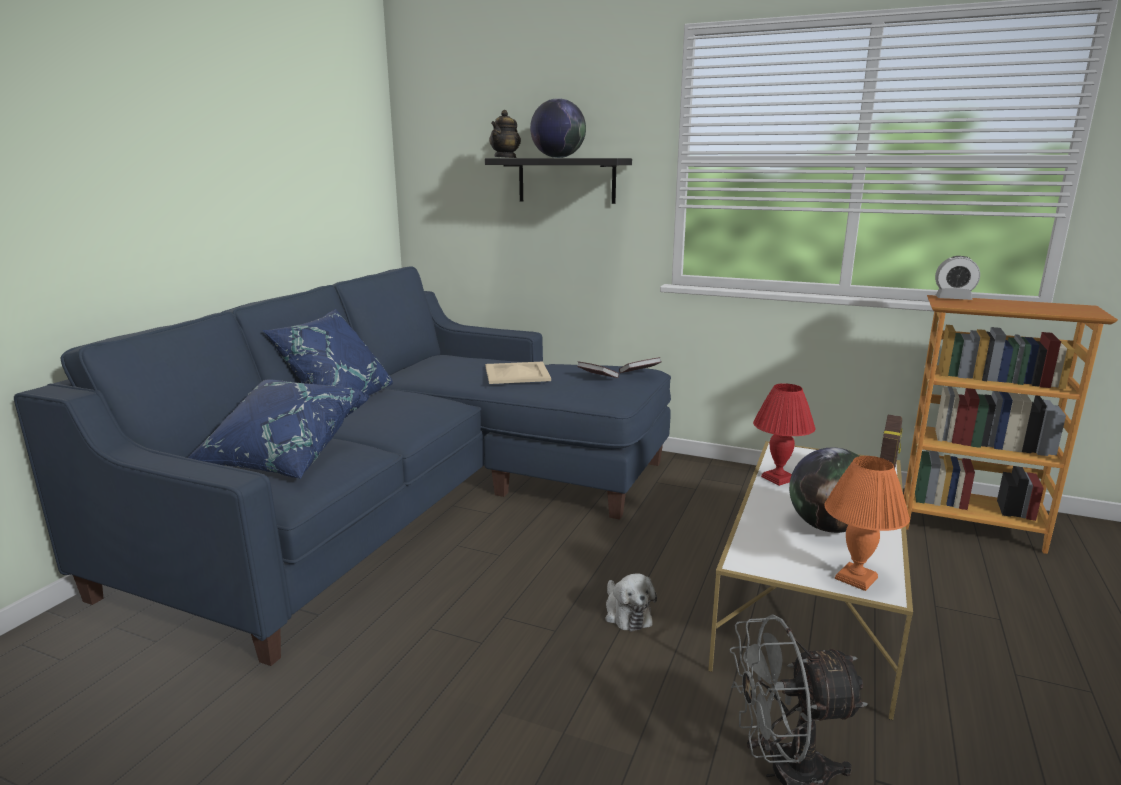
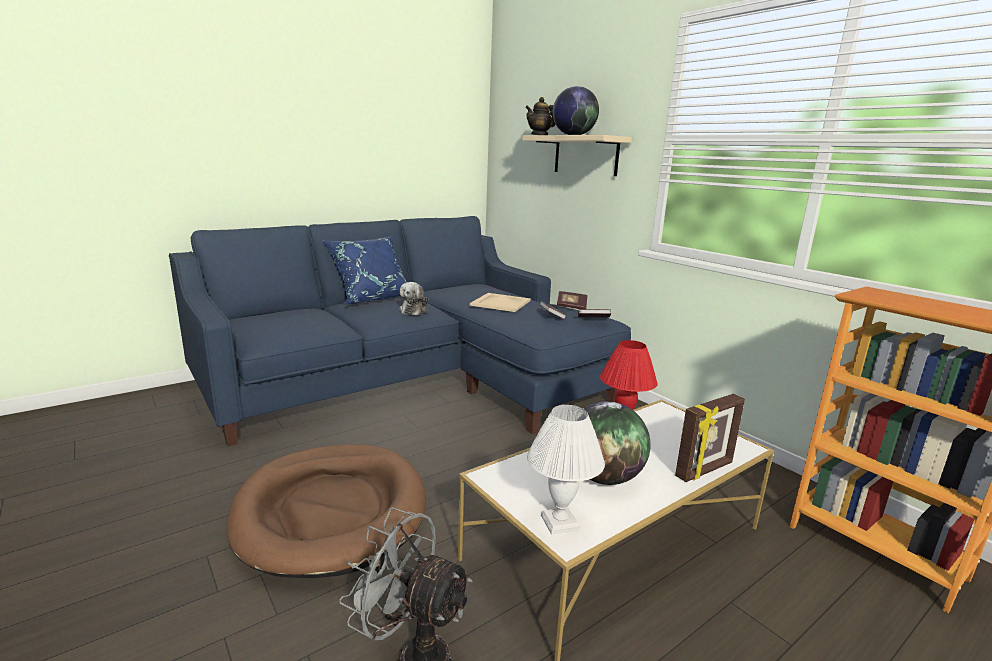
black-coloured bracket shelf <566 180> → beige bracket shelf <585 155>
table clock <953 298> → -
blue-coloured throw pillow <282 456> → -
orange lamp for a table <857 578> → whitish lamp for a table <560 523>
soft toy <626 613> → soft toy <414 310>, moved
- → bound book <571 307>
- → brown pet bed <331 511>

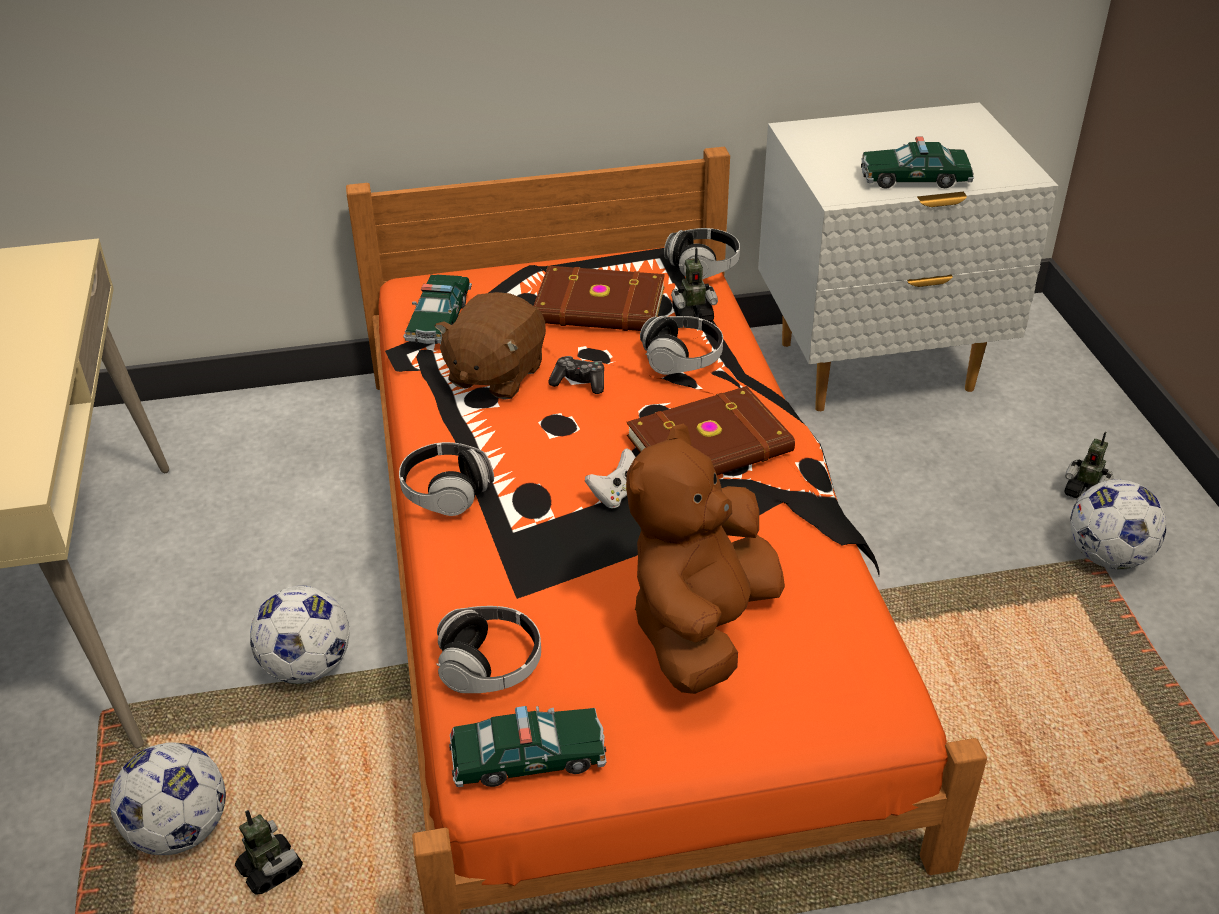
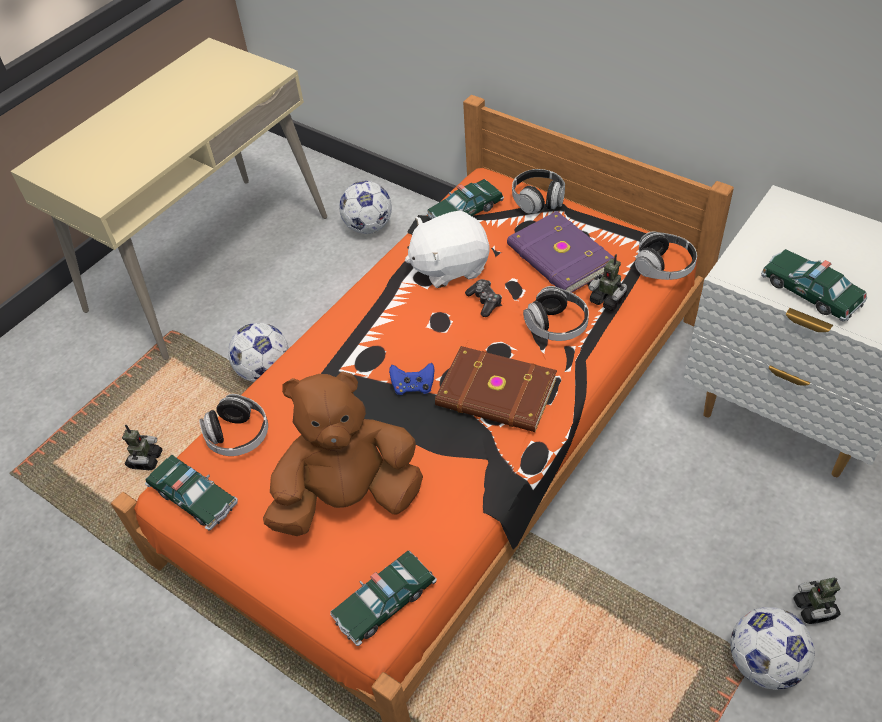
brown bound book <600 307> → purplish bound book <559 258>
brown soft toy <495 374> → whitish soft toy <449 266>
headset <446 492> → headset <538 200>, moved
whitish gamepad <617 494> → blue-coloured gamepad <413 387>
football <180 830> → football <368 226>, moved
- → model car <384 602>

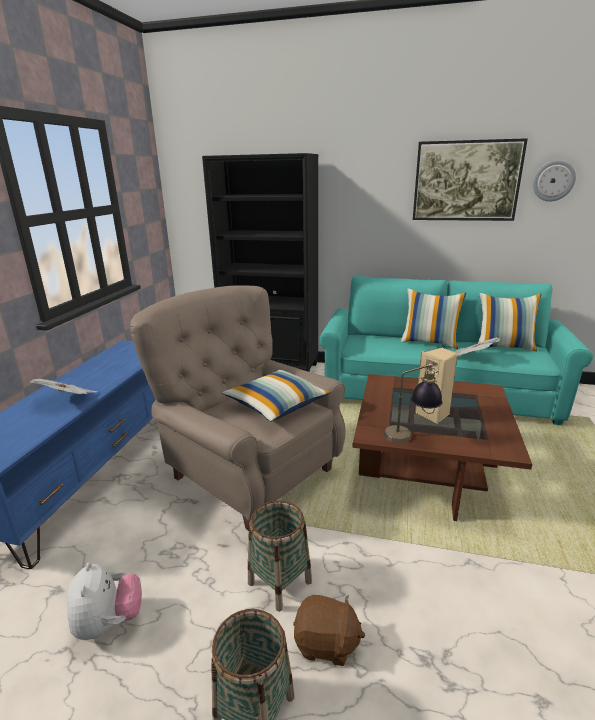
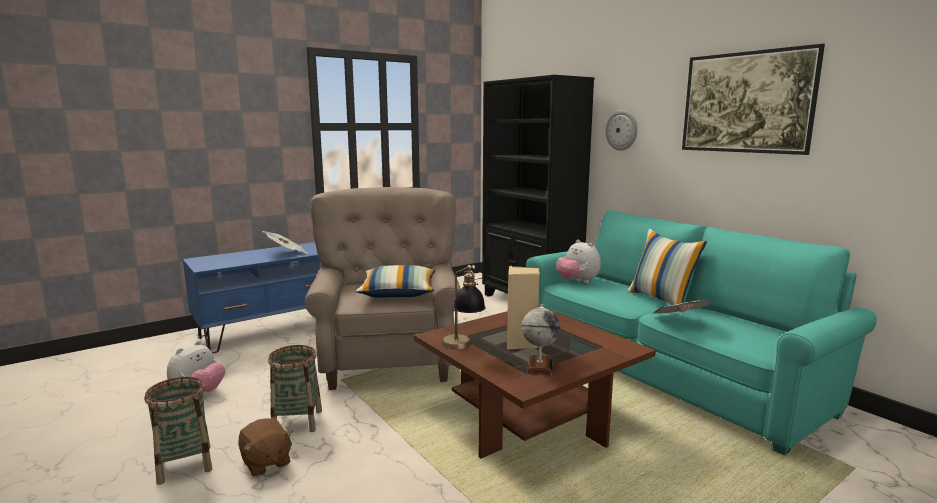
wall clock <553 180> → wall clock <622 130>, moved
throw pillow <504 347> → -
- → soft toy <577 282>
- → world globe <539 366>

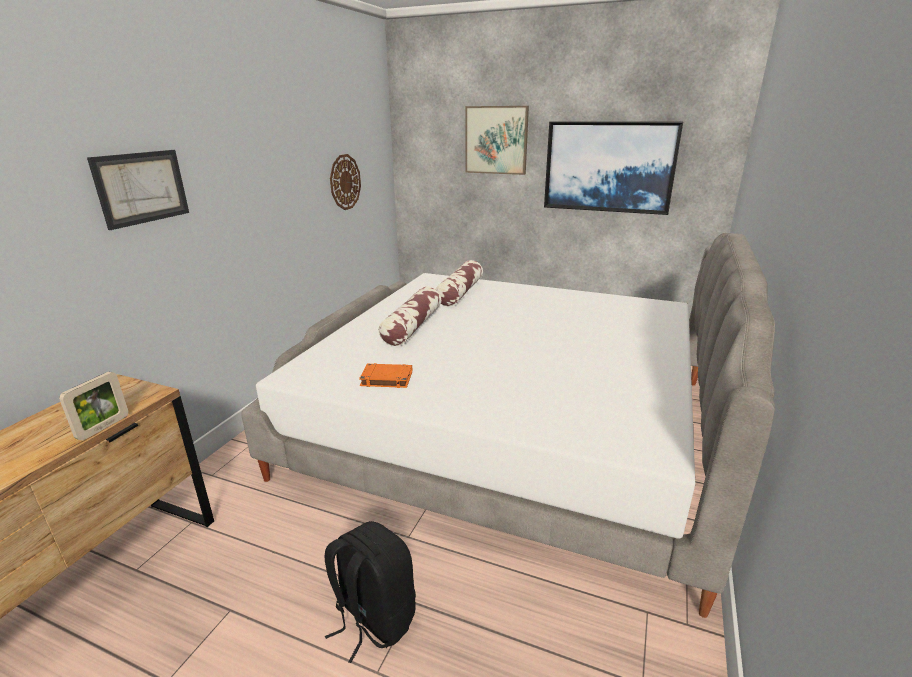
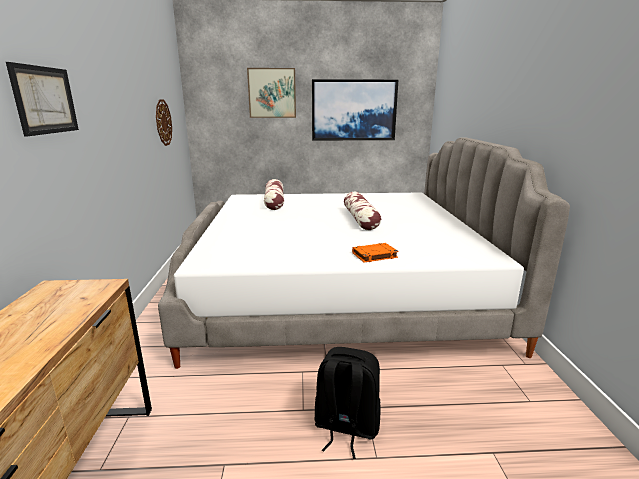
throw pillow <412 327> → throw pillow <360 219>, moved
orange bound book <386 379> → orange bound book <374 255>, moved
photo frame <103 427> → -

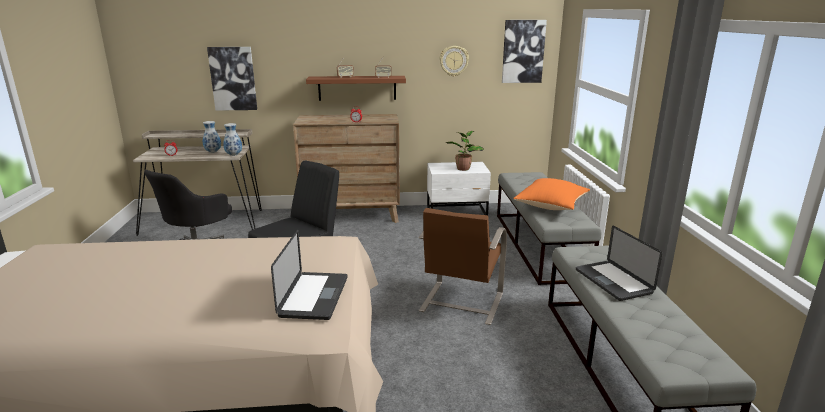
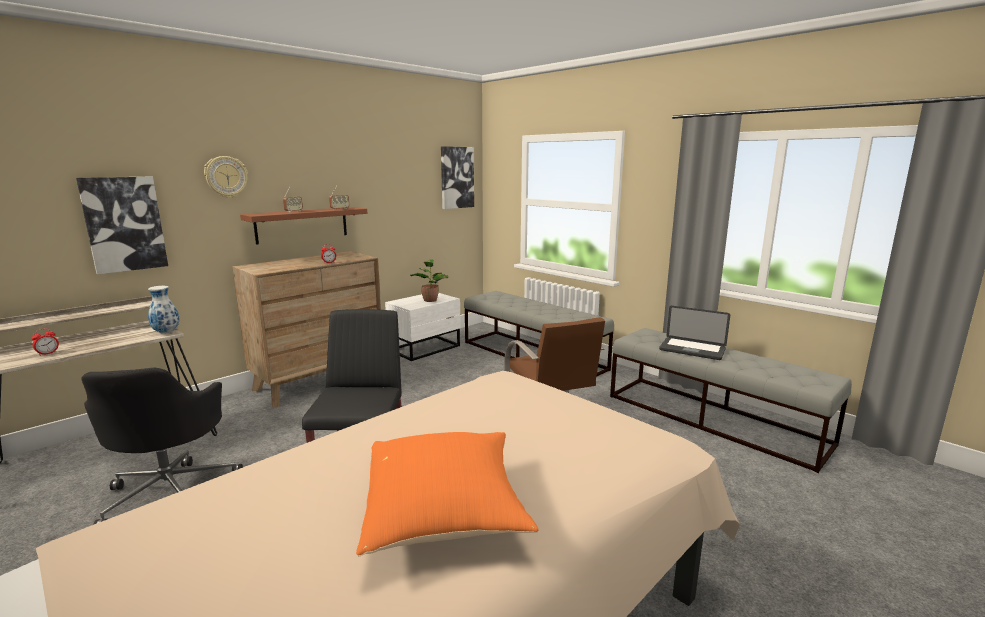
wall clock <454 61> → wall clock <226 177>, moved
decorative vase <213 152> → -
orange throw pillow <551 207> → orange throw pillow <445 514>, moved
laptop <314 296> → -

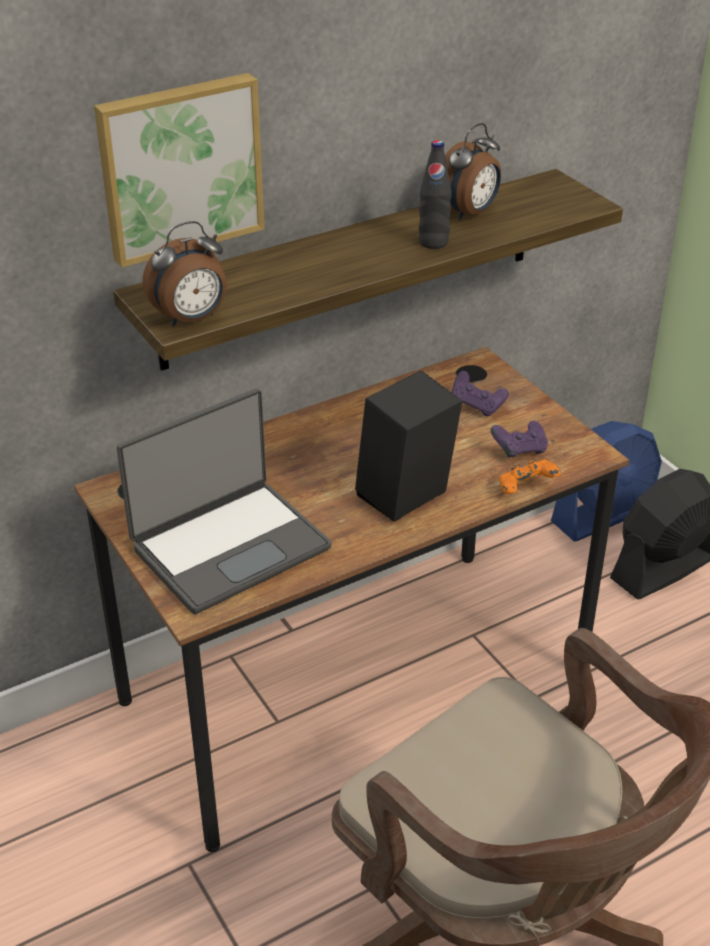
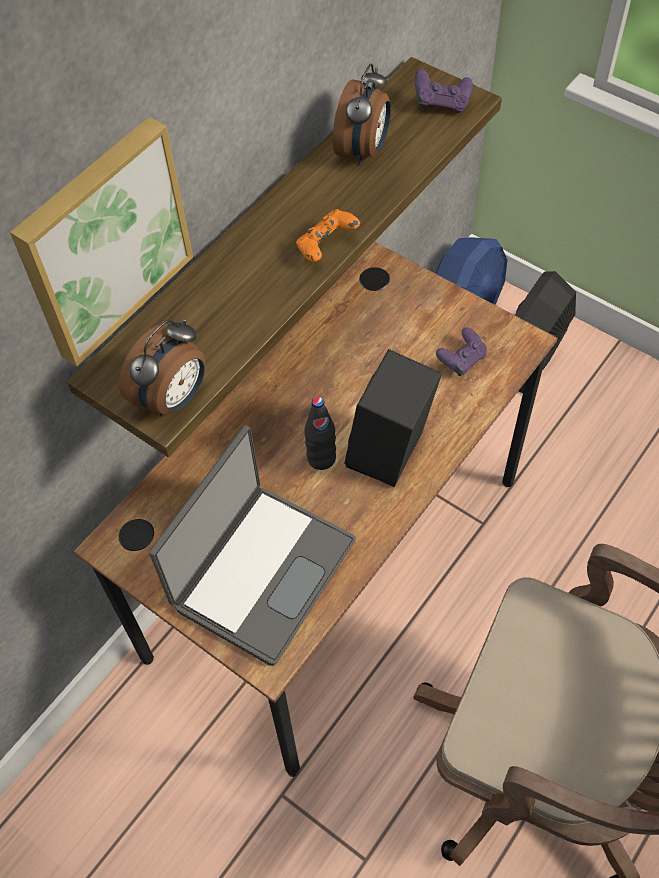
black-coloured drink bottle <433 242> → black-coloured drink bottle <321 458>, moved
purplish gamepad <477 406> → purplish gamepad <441 104>, moved
orange gamepad <526 489> → orange gamepad <326 247>, moved

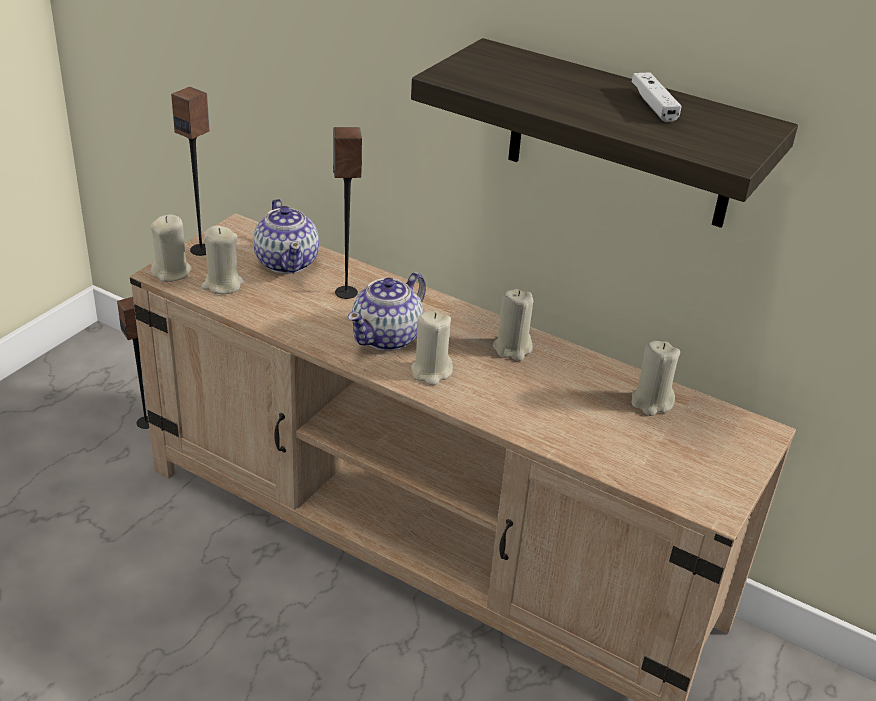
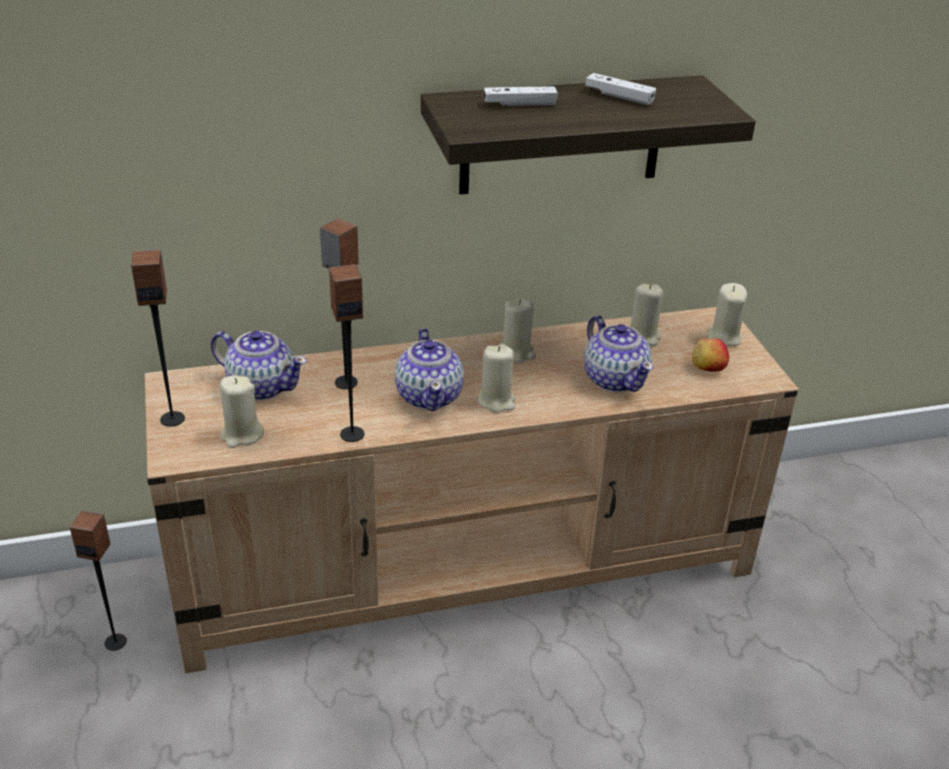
beige wax candle <172 272> → beige wax candle <723 337>, moved
- → whitish gamepad <519 104>
- → audio speaker <352 434>
- → pot for tea <615 379>
- → apple fruit <707 368>

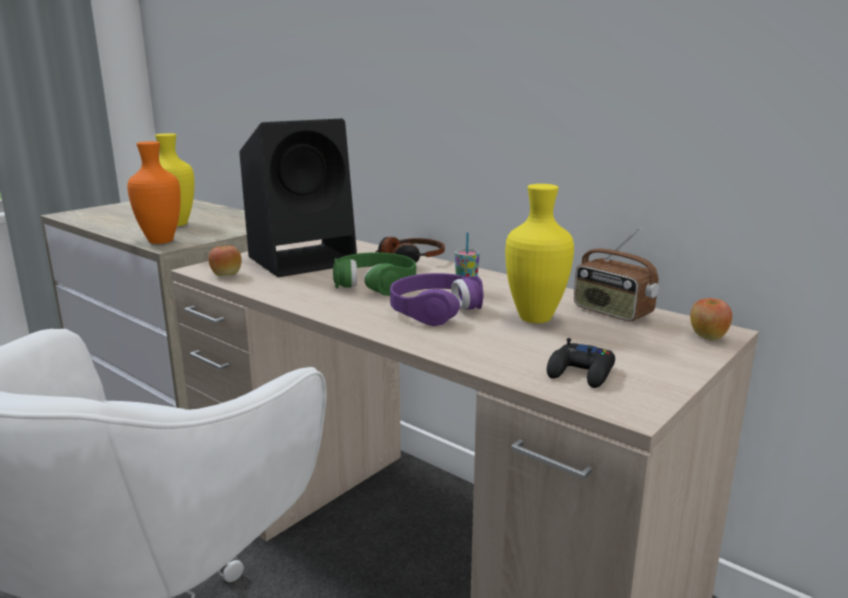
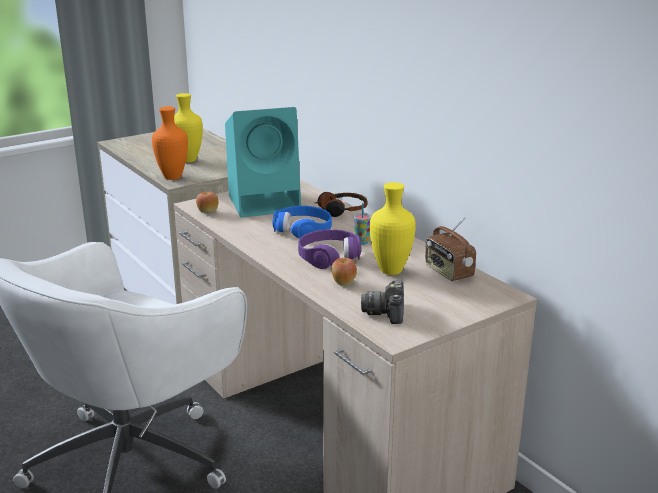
black-coloured audio speaker <304 260> → turquoise audio speaker <266 203>
green-coloured headset <375 284> → blue-coloured headset <303 230>
apple fruit <707 337> → apple fruit <343 283>, moved
black-coloured gamepad <581 373> → photo camera <387 313>

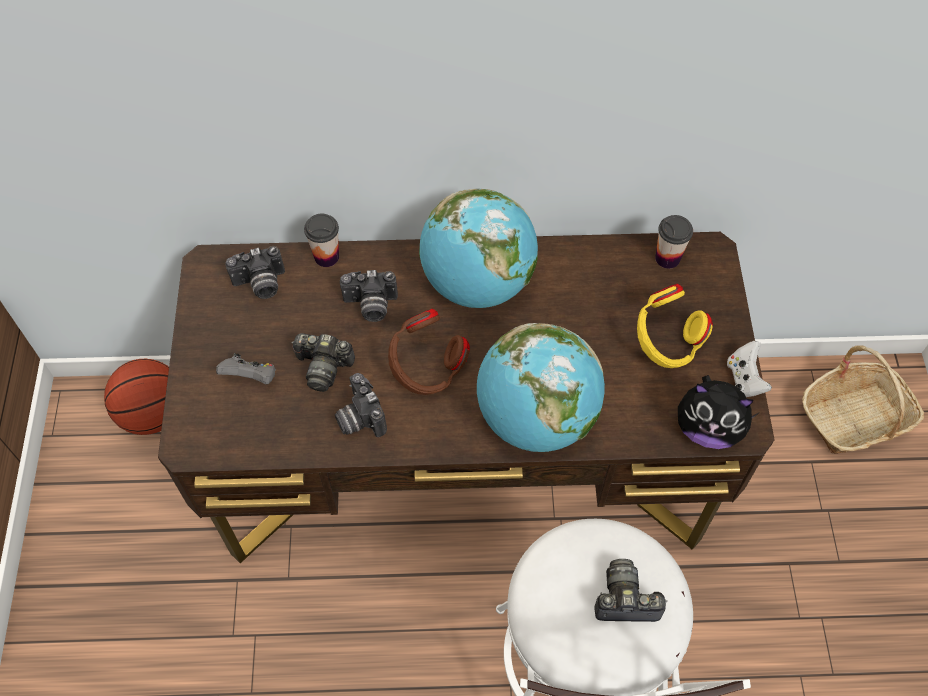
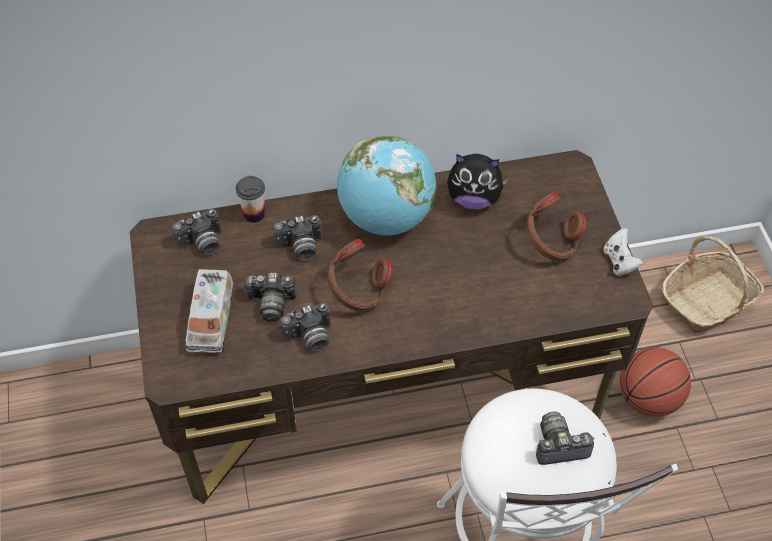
cup <667 258> → -
yellowish headset <666 343> → brown headset <551 242>
world globe <536 418> → -
greyish gamepad <251 377> → toy lorry <211 320>
ball for basketball <153 413> → ball for basketball <648 398>, moved
photo camera <359 418> → photo camera <310 338>, 75 degrees counterclockwise
soft toy <708 428> → soft toy <474 199>, moved

